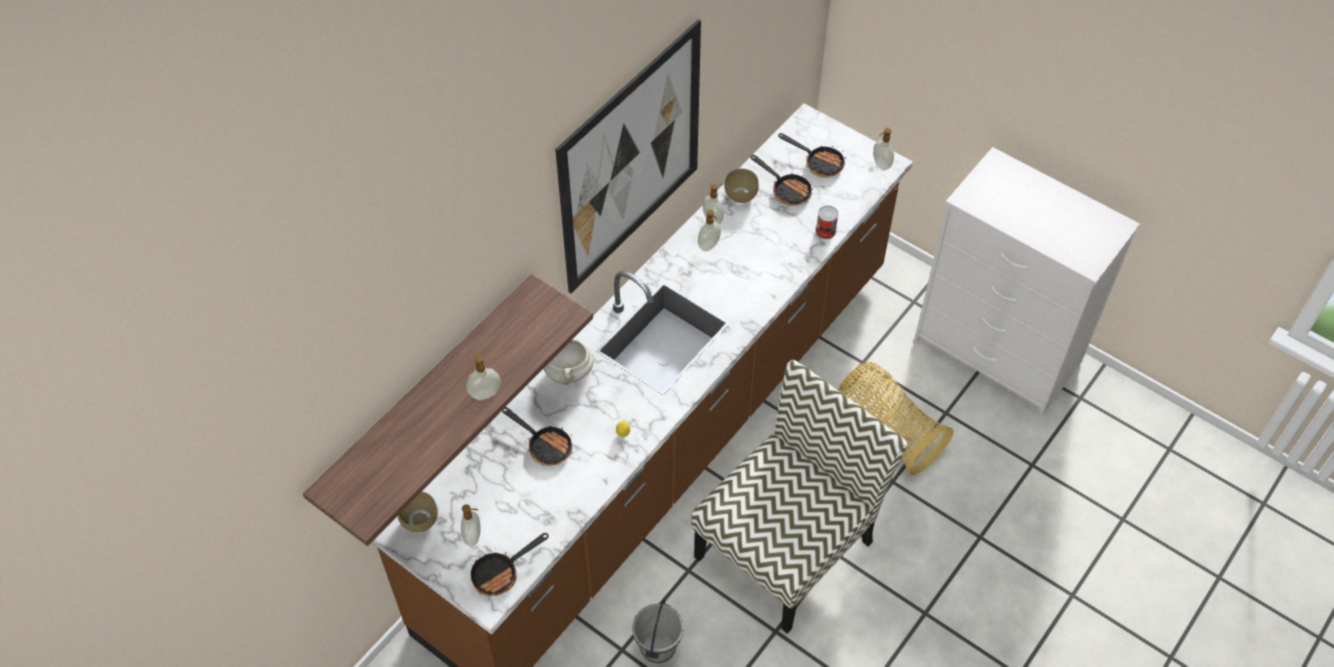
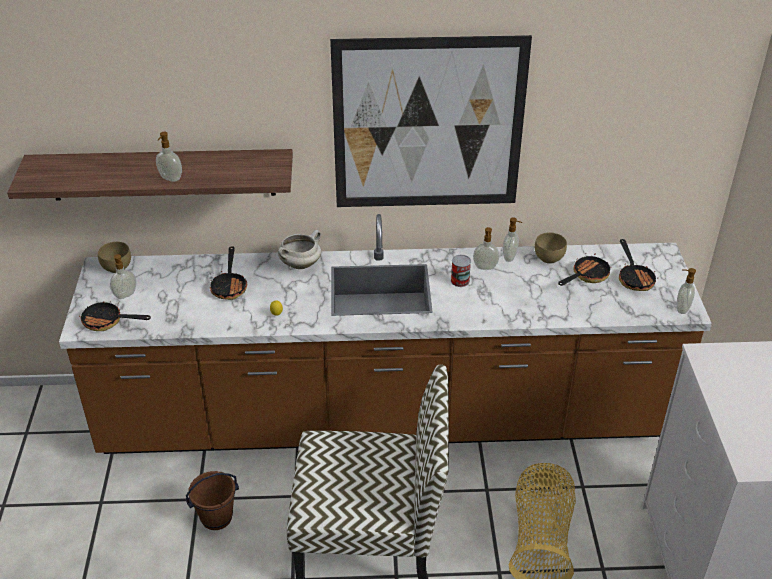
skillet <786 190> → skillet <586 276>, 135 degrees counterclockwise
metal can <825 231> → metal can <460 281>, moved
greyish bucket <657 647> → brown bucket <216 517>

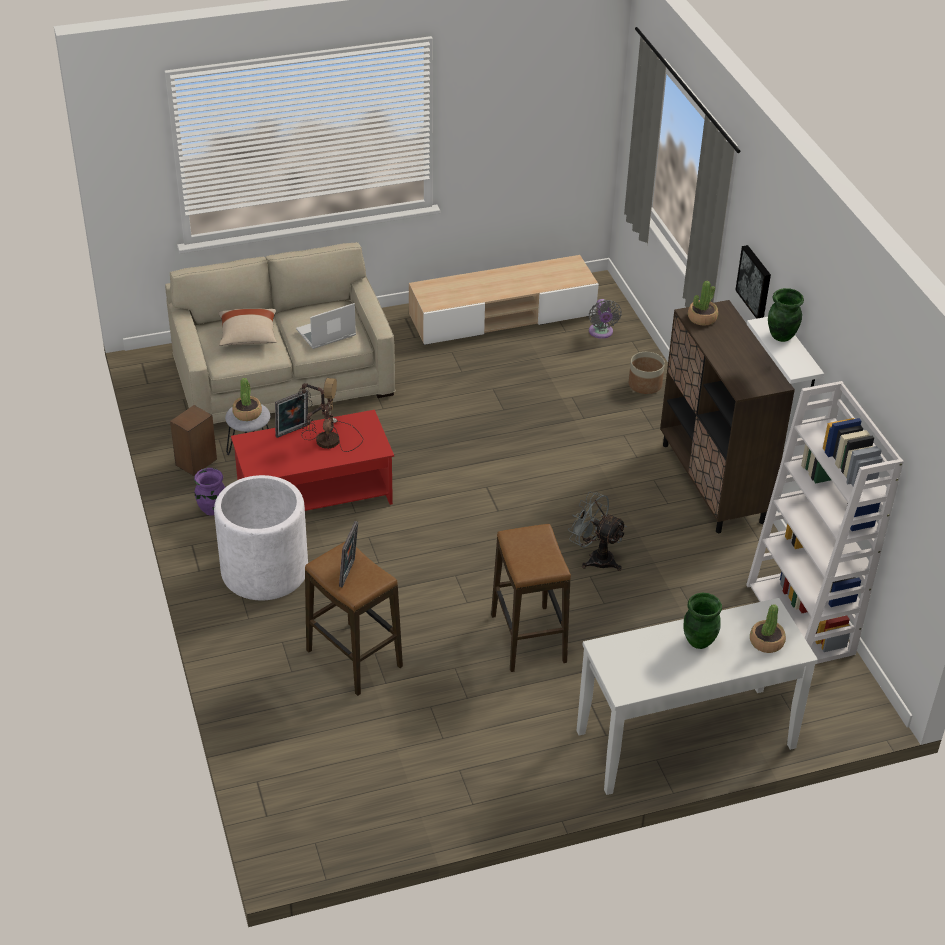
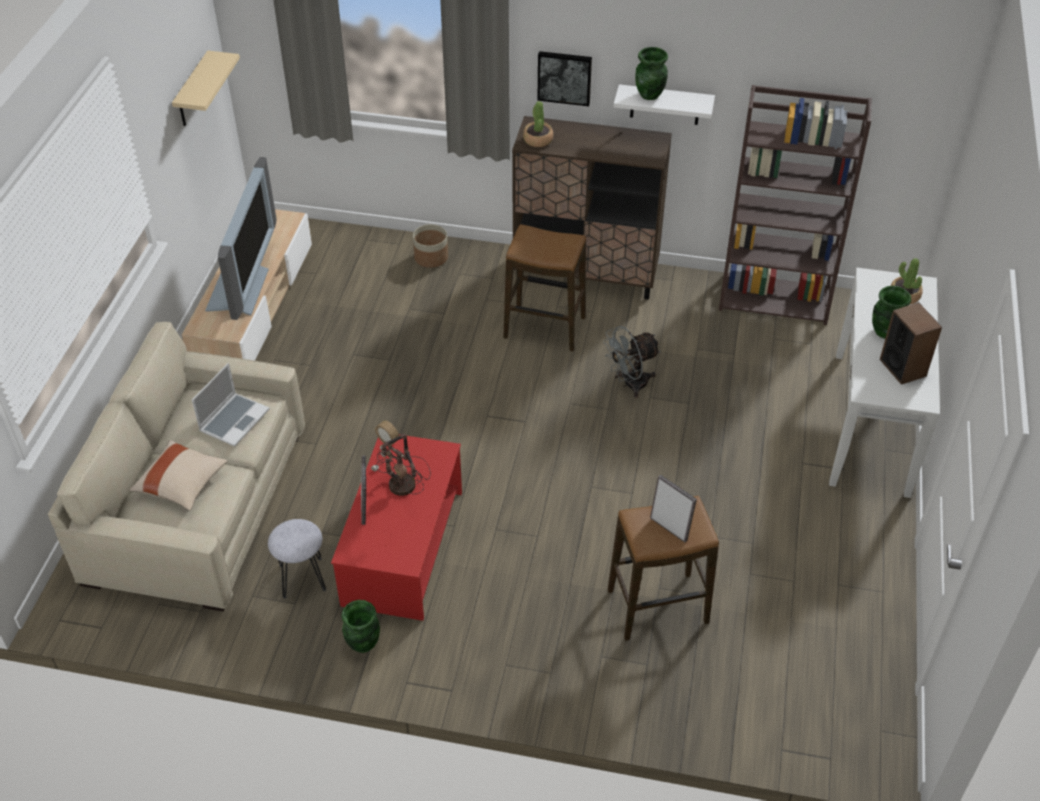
greyish cooling fan <601 333> → -
laptop <326 334> → laptop <234 420>, 150 degrees counterclockwise
plant in a pot <247 413> → -
whitish shelving unit <801 619> → brown shelving unit <775 298>
audio speaker <196 462> → audio speaker <903 367>, moved
purplish decorative vase <211 509> → green-coloured decorative vase <363 644>
whitish planter <264 571> → -
stool seat <528 639> → stool seat <545 328>, moved
- → beige bracket shelf <193 91>
- → TV <242 290>

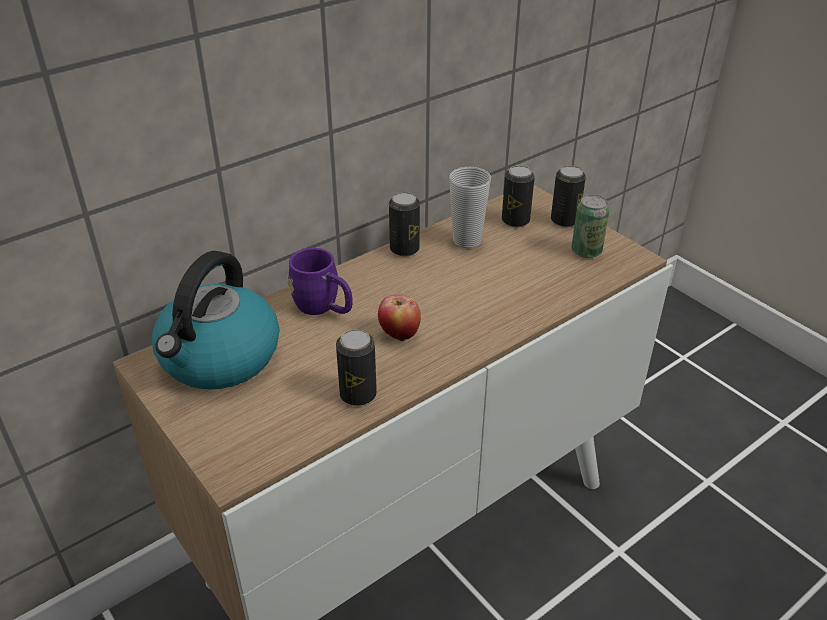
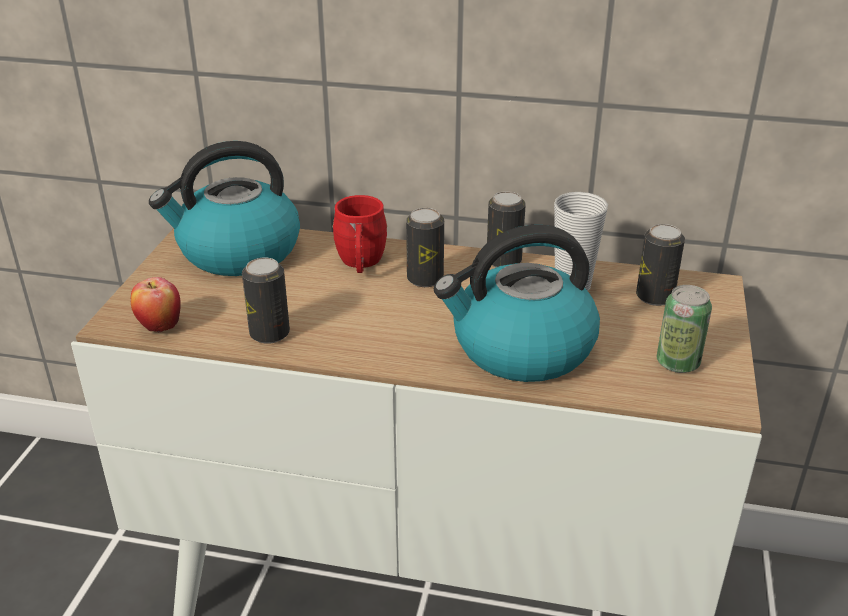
metal can <564 220> → metal can <425 279>, moved
purplish coffee mug <324 308> → reddish coffee mug <360 264>
apple fruit <399 335> → apple fruit <159 326>, moved
- → water kettle <520 349>

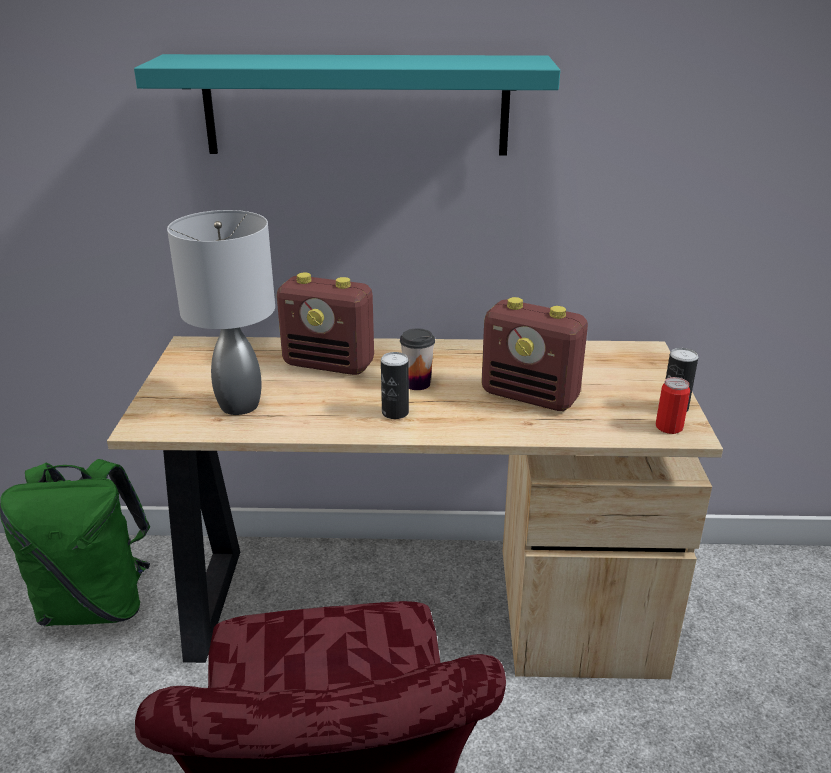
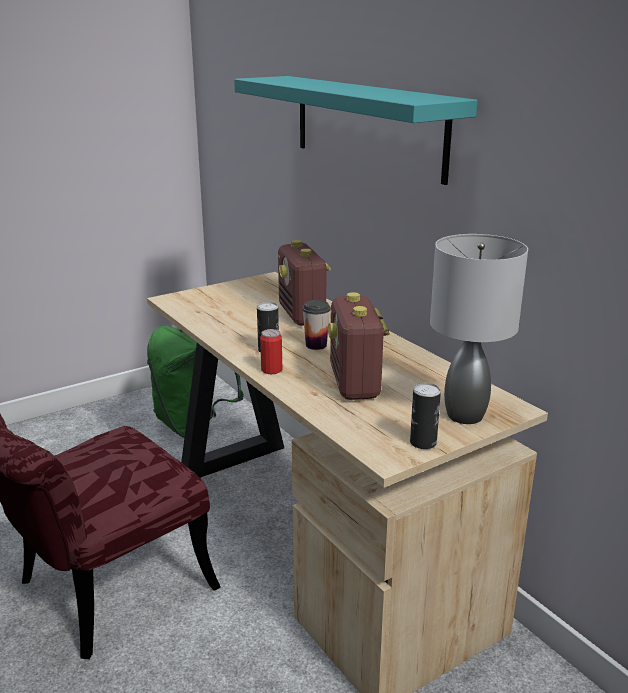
greyish lamp for a table <238 405> → greyish lamp for a table <464 414>, moved
metal can <669 427> → metal can <271 370>, moved

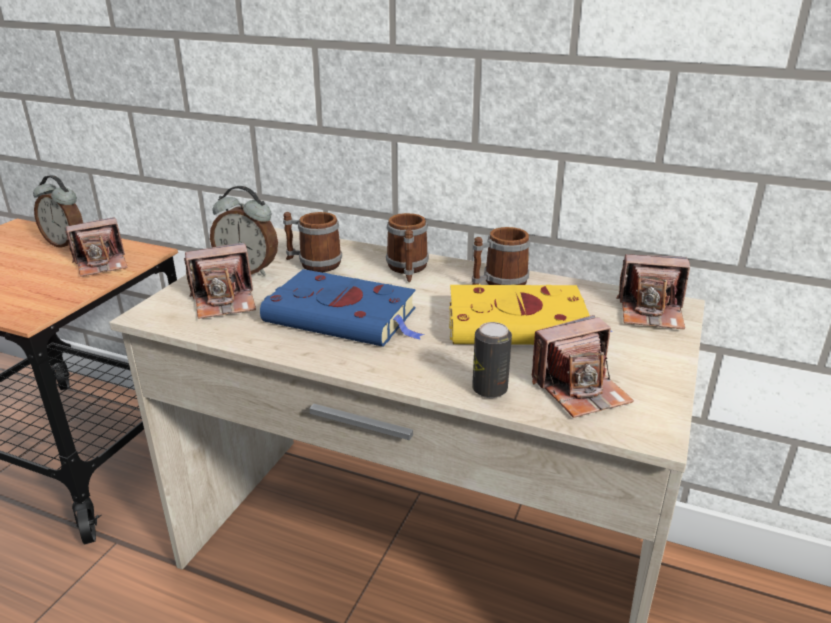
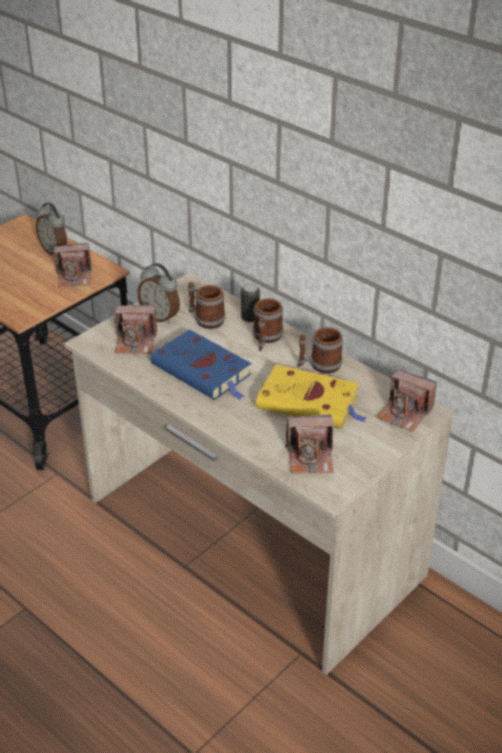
metal can <489 389> → metal can <250 317>, moved

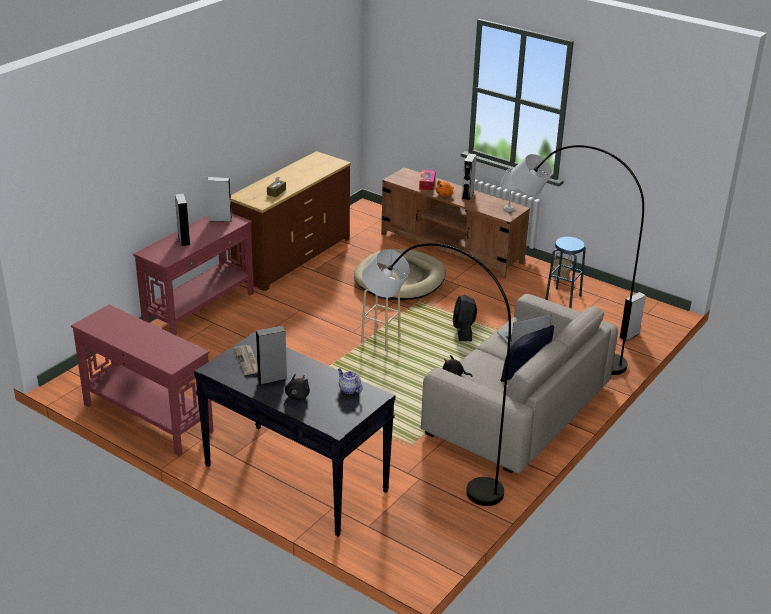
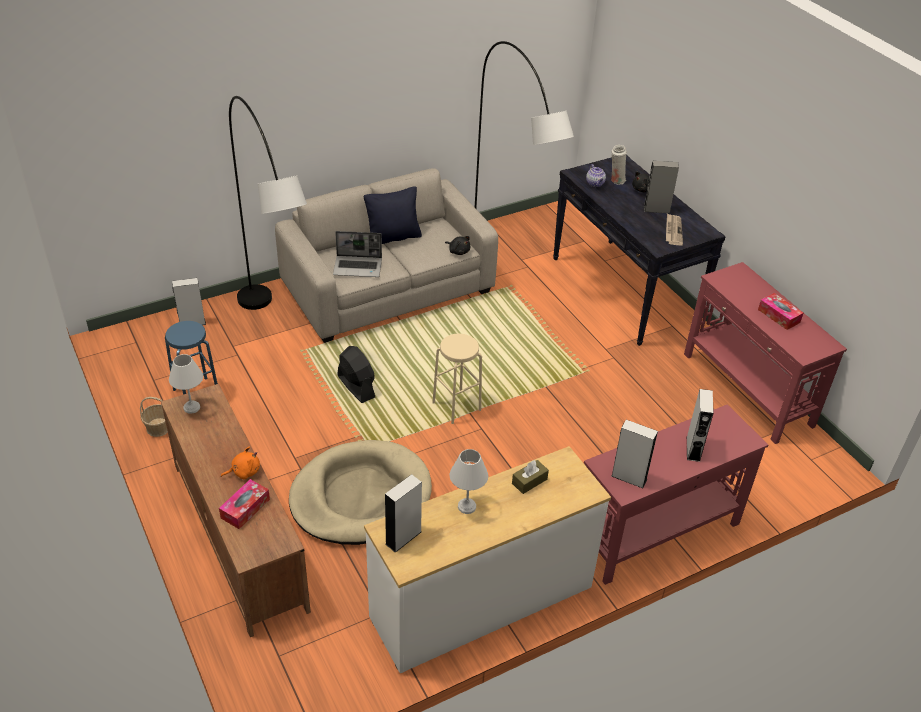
brown chest of drawers <292 257> → whitish chest of drawers <482 603>
greyish audio speaker <467 195> → greyish audio speaker <403 537>, moved
black-coloured cooling fan <463 331> → black-coloured cooling fan <356 386>, 60 degrees counterclockwise
- → whitish decorative vase <616 180>
- → tissue holder <778 316>
- → whitish lamp for a table <466 507>

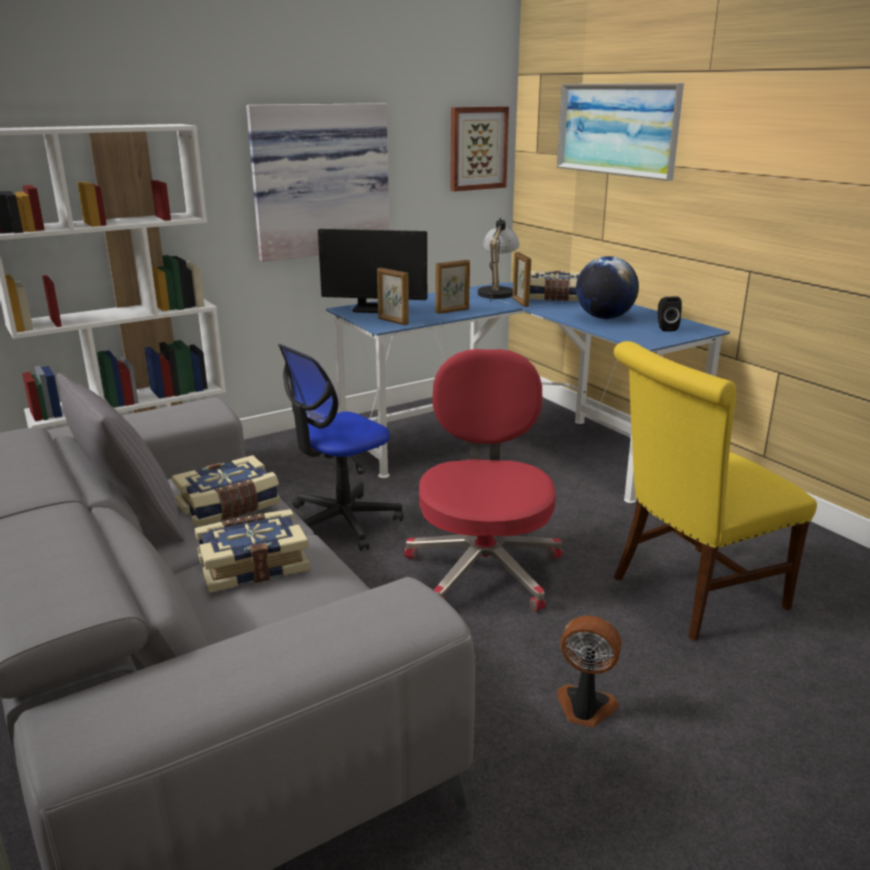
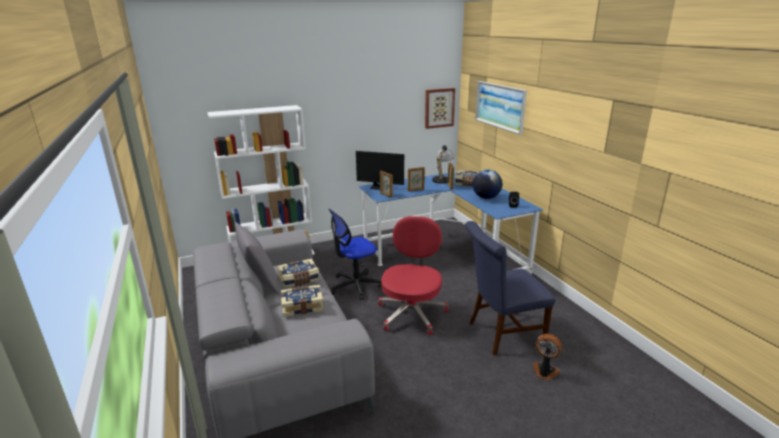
wall picture <319 180> → -
yellowish chair <690 594> → blue-coloured chair <501 334>
cooling fan <585 708> → cooling fan <544 372>, moved

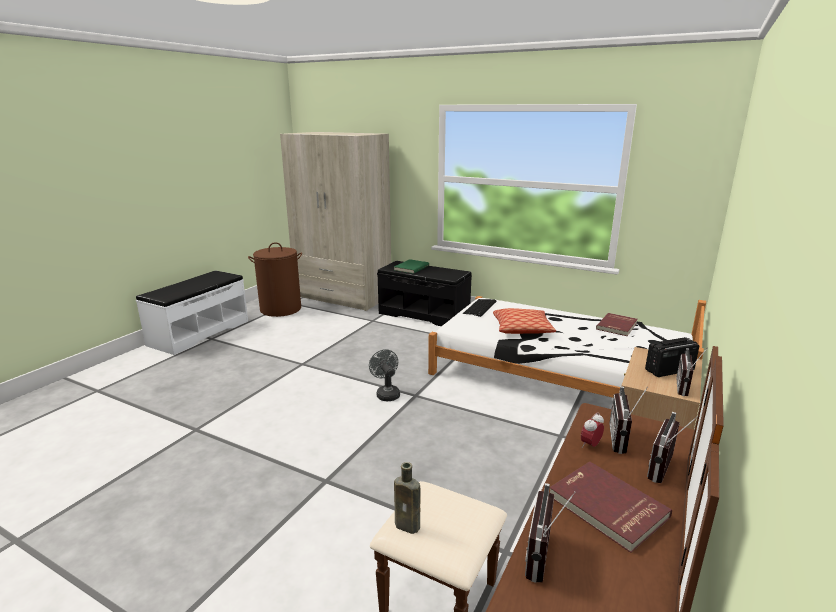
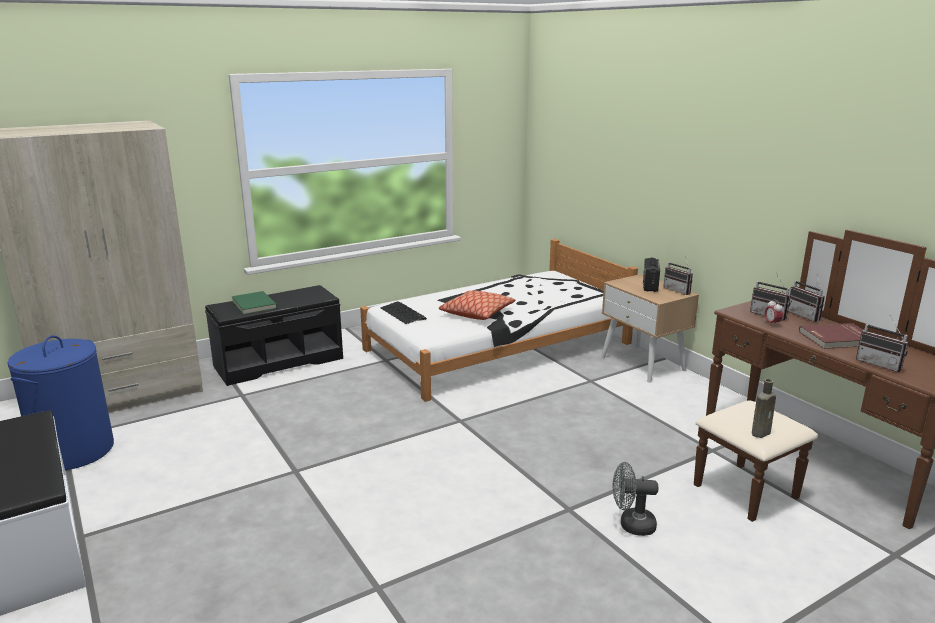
brown laundry basket <280 309> → blue-coloured laundry basket <74 451>
reddish bound book <617 326> → -
greyish cooling fan <386 393> → greyish cooling fan <631 525>, moved

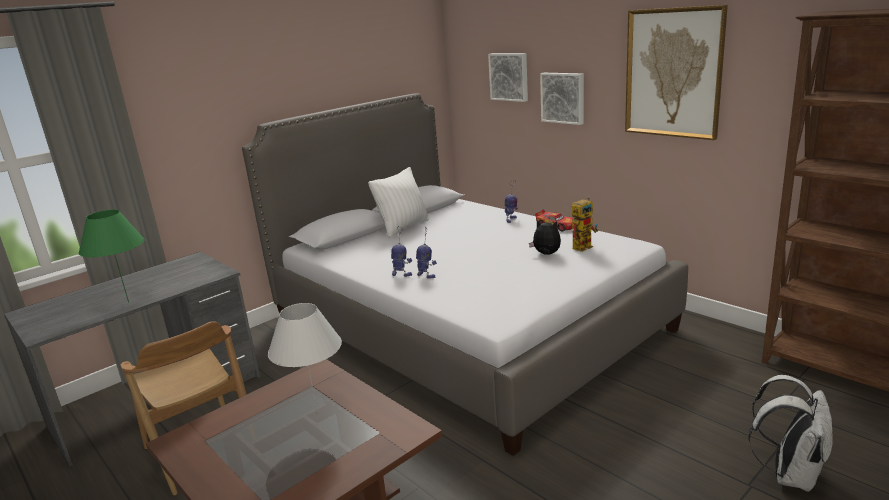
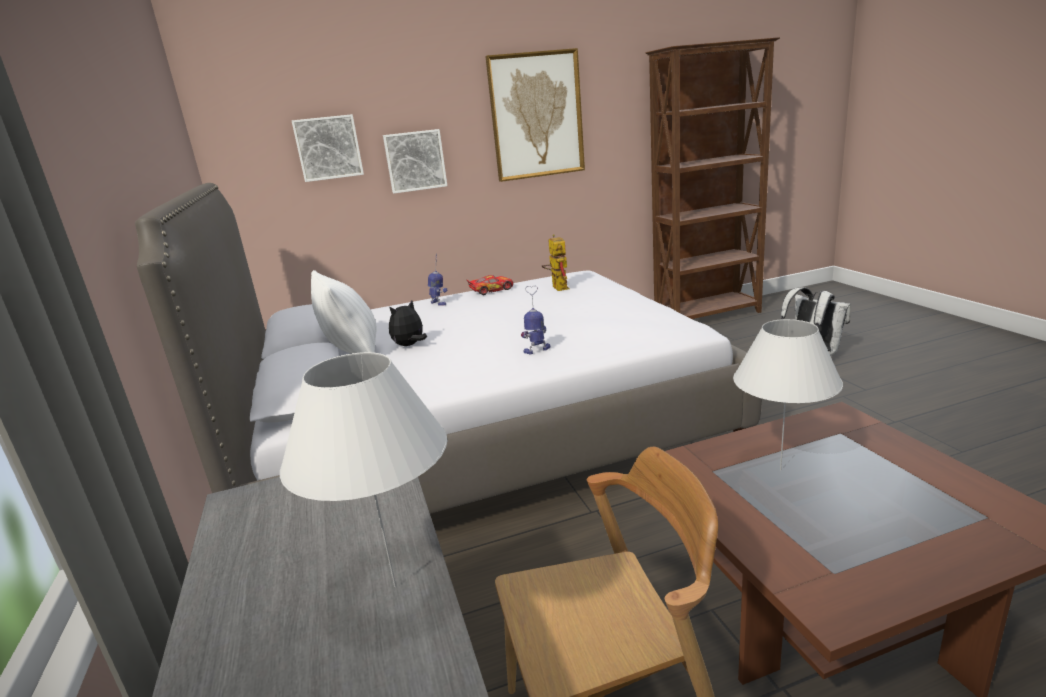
green-coloured lamp for a table <128 302> → whitish lamp for a table <395 586>
soft toy <546 254> → soft toy <409 345>, moved
toy robot <401 274> → -

